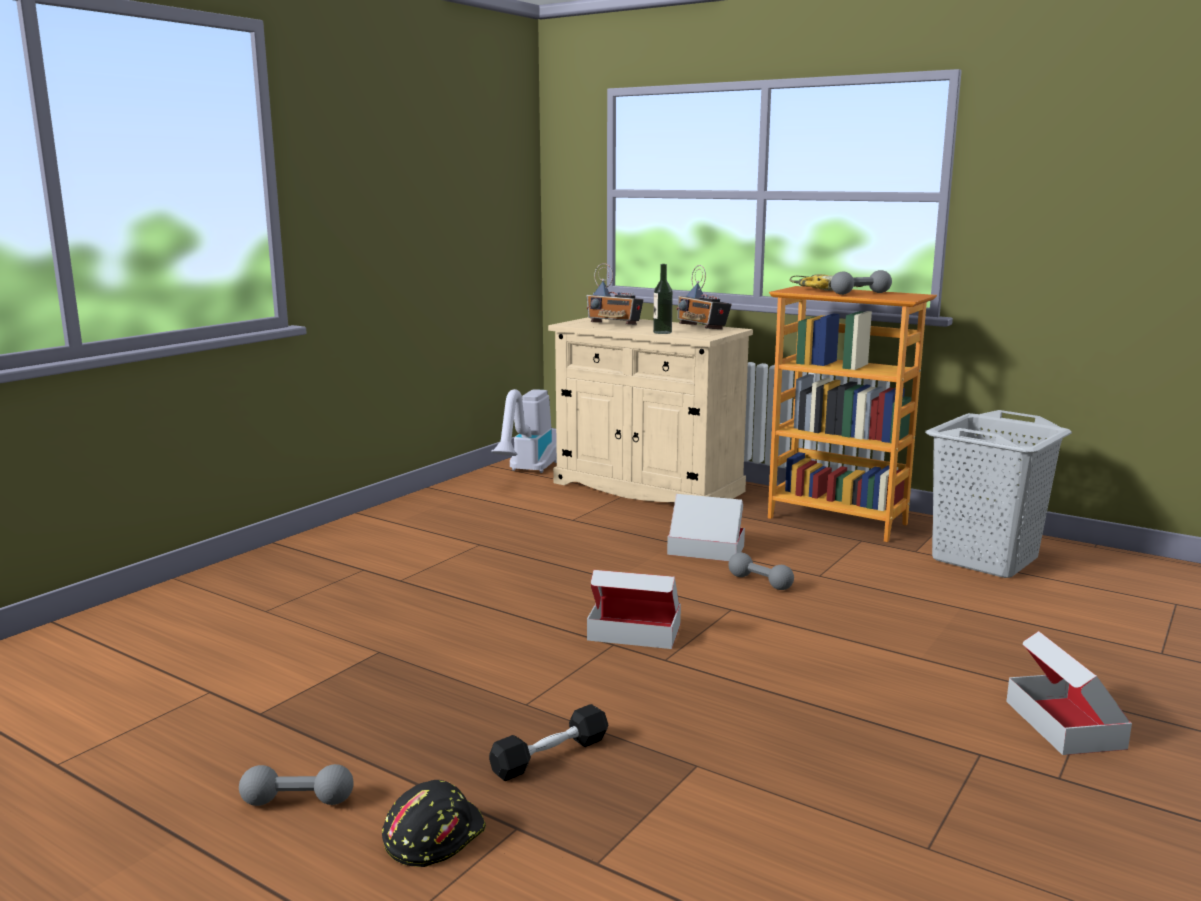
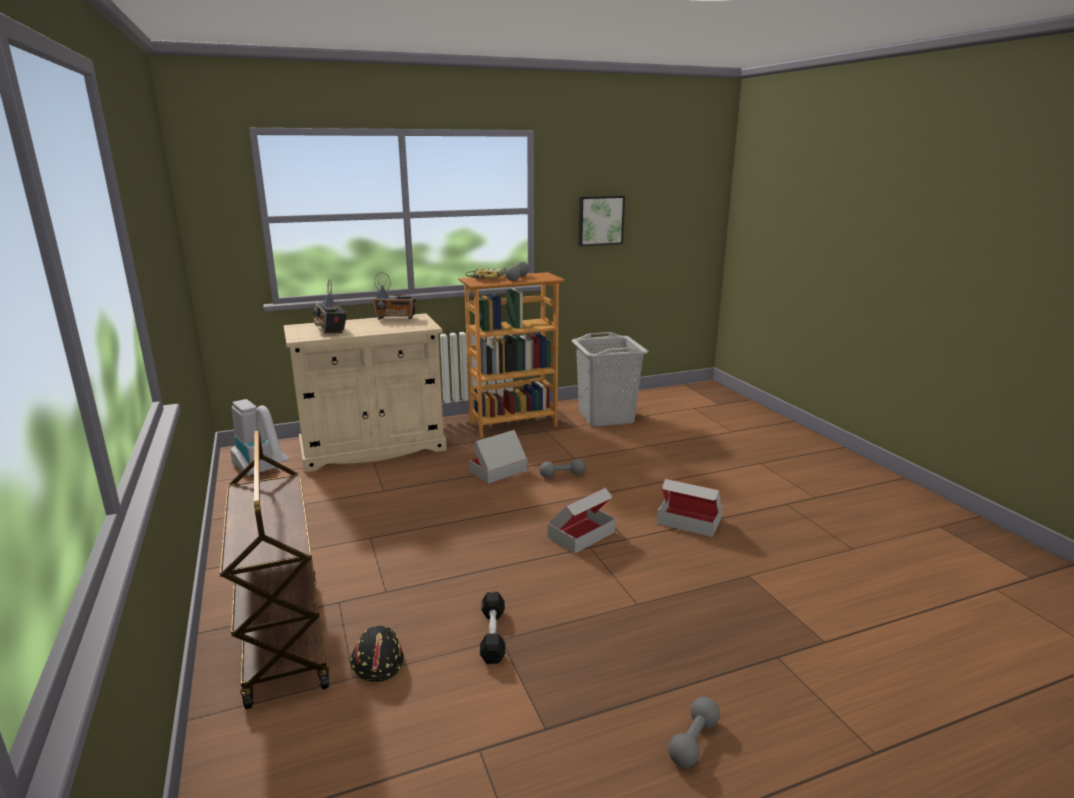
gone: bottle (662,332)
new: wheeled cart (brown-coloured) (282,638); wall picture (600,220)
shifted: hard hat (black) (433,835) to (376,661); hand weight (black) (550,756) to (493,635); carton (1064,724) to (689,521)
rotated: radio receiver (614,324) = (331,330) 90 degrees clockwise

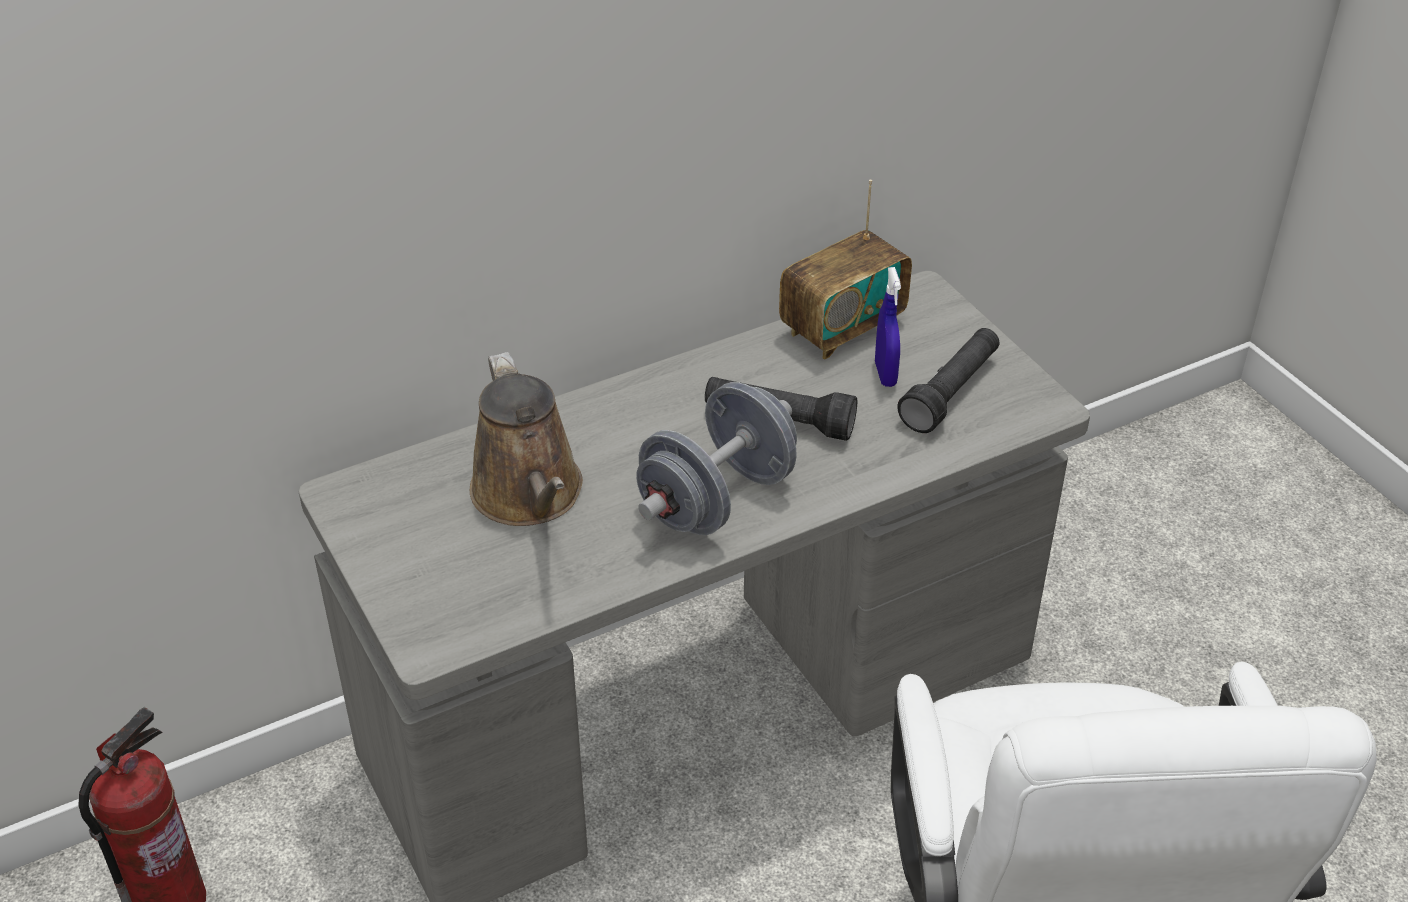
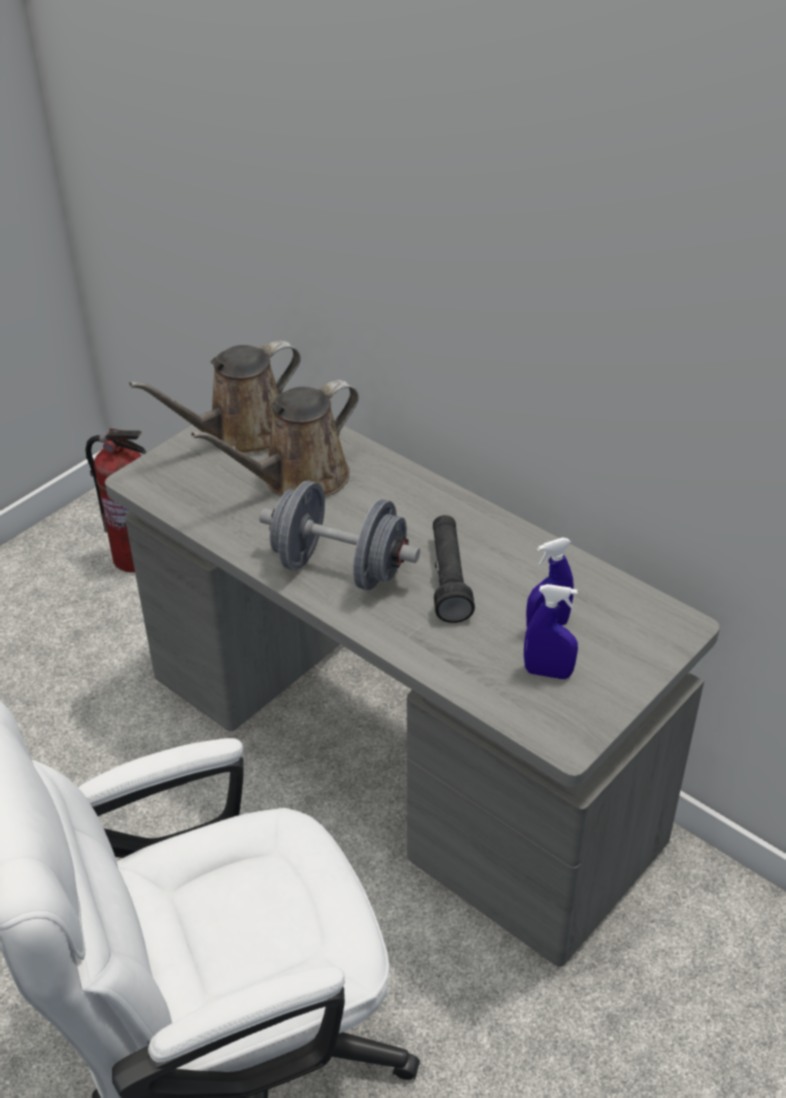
gone: radio receiver (842,327)
new: watering can (brown-coloured) (241,435)
swapped: torch (black) (951,392) to spray bottle (blue) (548,672)

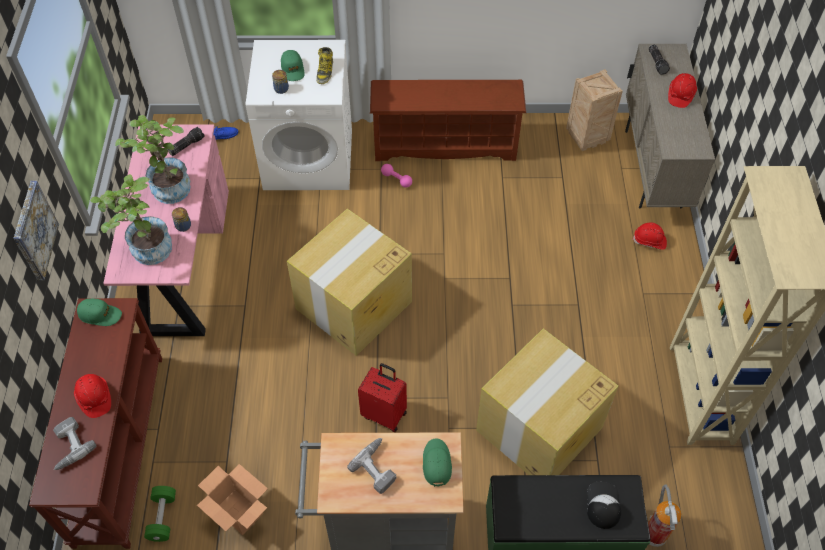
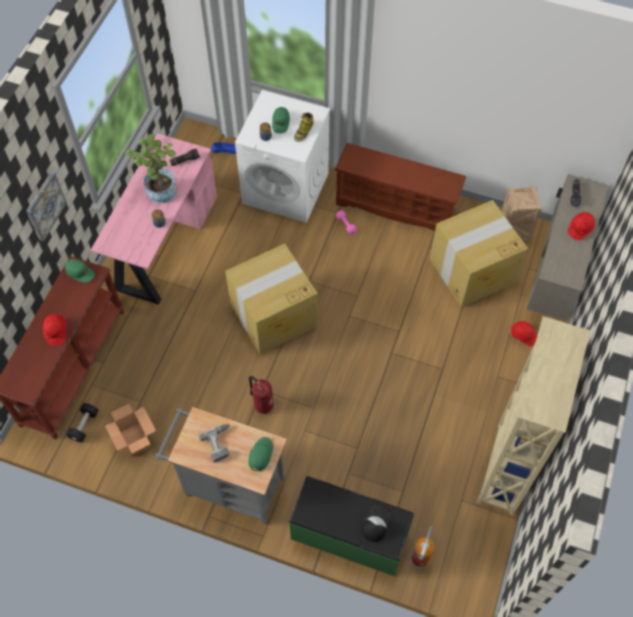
gone: electric drill (68,446); potted plant (145,249)
shifted: carton (538,430) to (471,271)
swapped: piece of luggage (reddish) (385,414) to fire extinguisher (263,404)
repainted: hand weight (green) (162,517) to hand weight (black) (84,425)

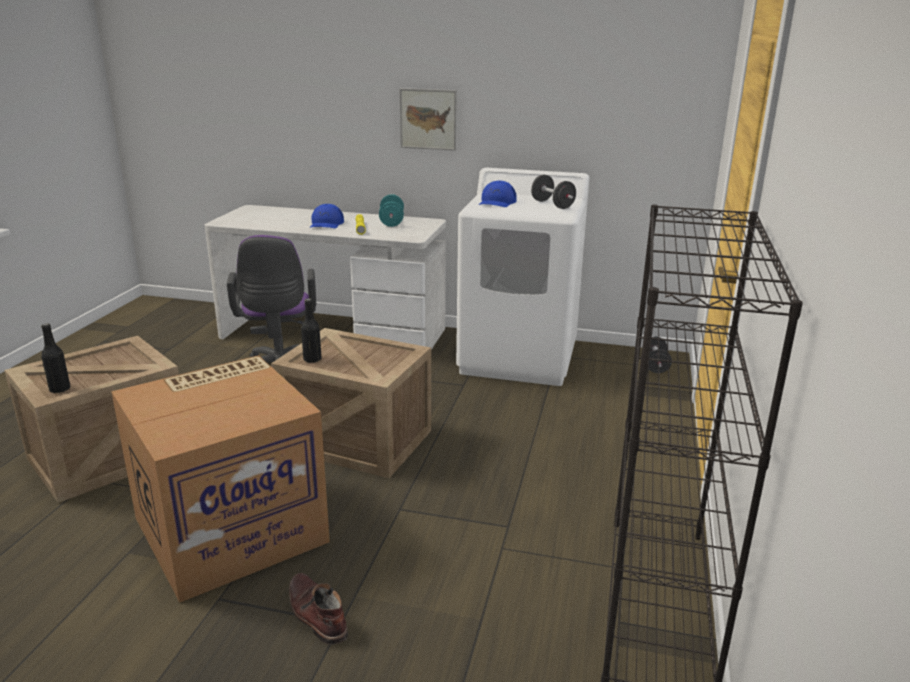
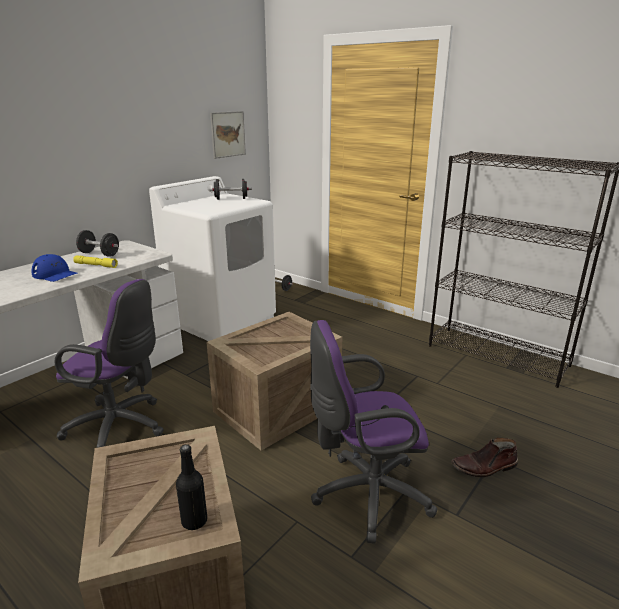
gone: bottle (black) (312,359); peaked cap (blue) (497,202)
shifted: wall picture (428,119) to (228,134)
swapped: carton (232,527) to office chair (purplish) (365,495)
repainted: hand weight (turquoise-coloured) (391,222) to hand weight (black) (99,254)

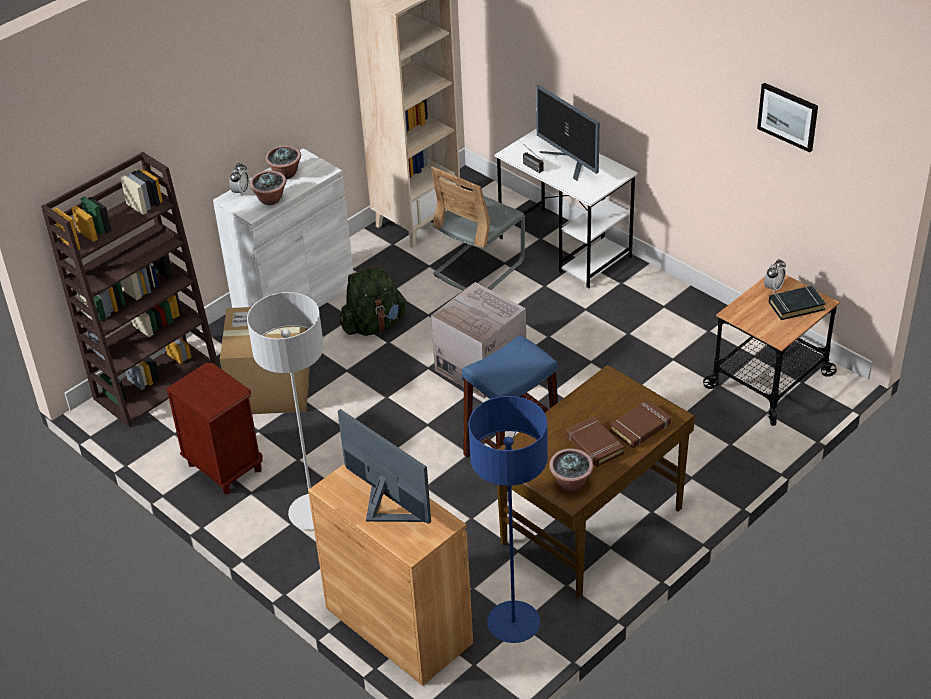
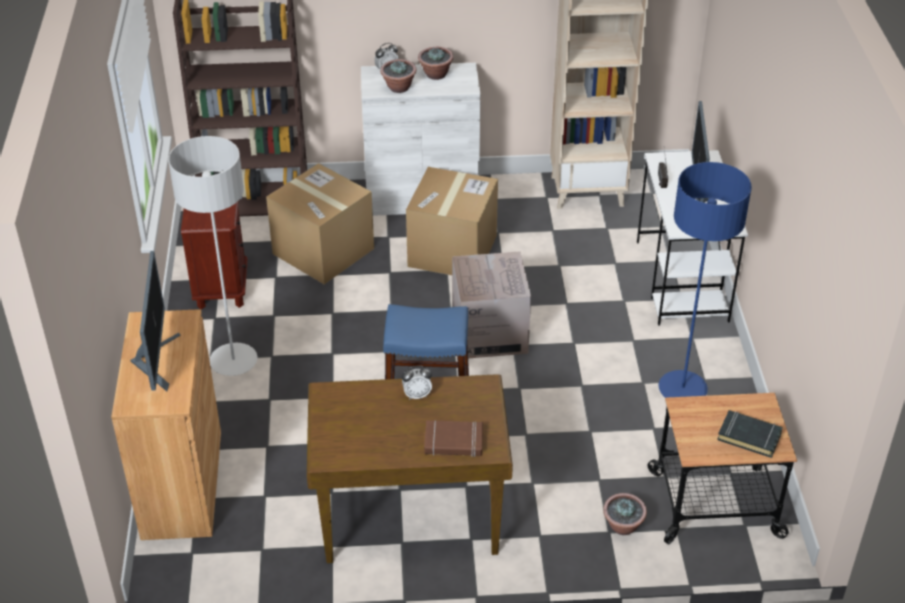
gone: plain chair (greyish) (479,268); volume (brown-coloured) (594,445); wall picture (788,116)
shifted: standing lamp (blue) (513,623) to (682,389); potted plant (571,483) to (623,527); table clock (773,287) to (417,395)
swapped: rucksack (green) (374,325) to carton (452,251)

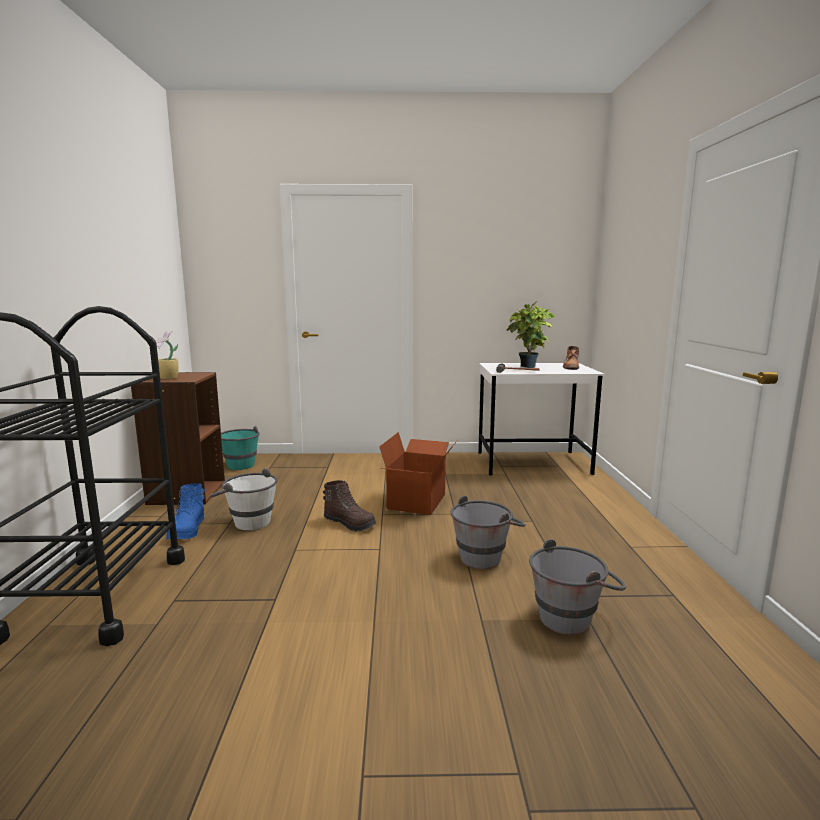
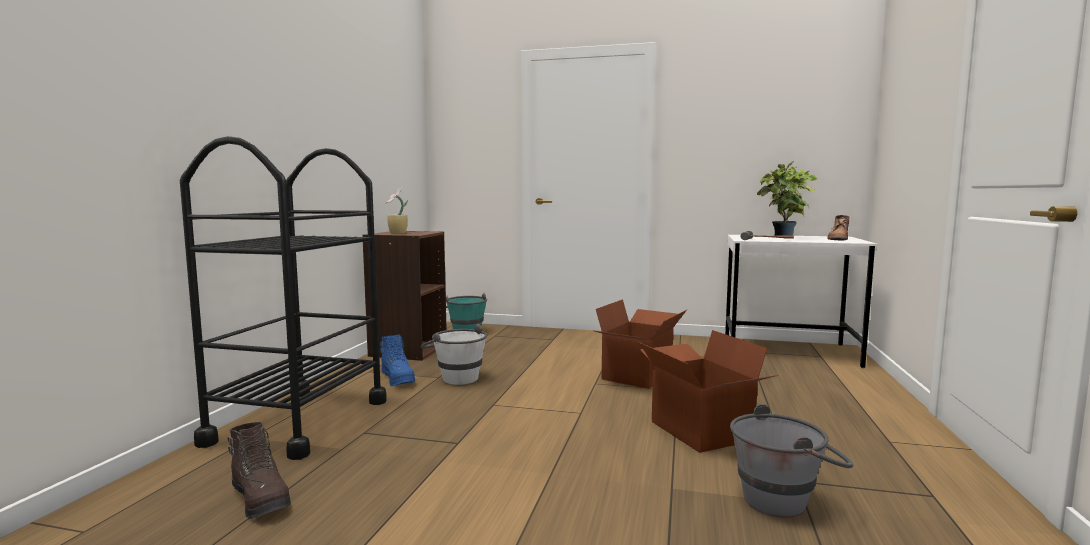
shifted: tall boot (brown-coloured) (350,523) to (261,499)
swapped: bucket (greyish) (486,556) to carton (699,431)
rotated: tall boot (blue) (188,530) = (398,379) 45 degrees counterclockwise

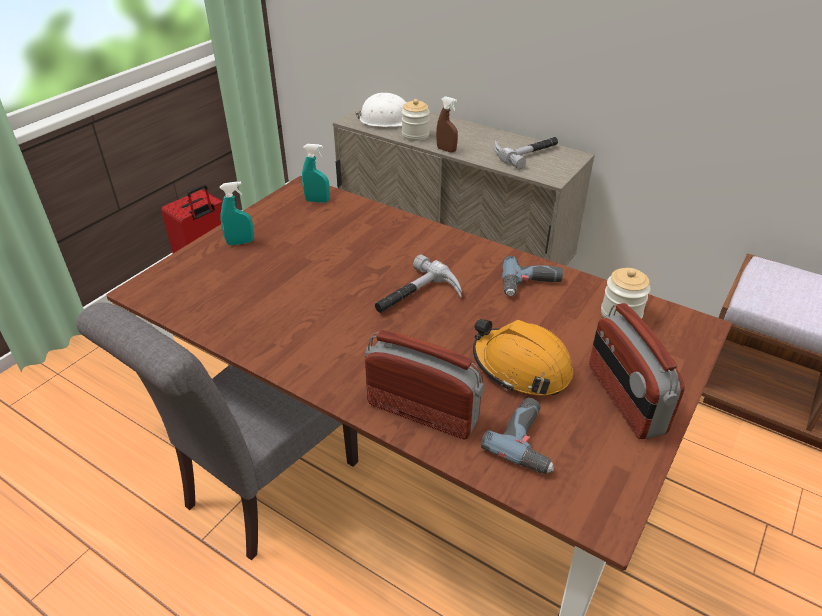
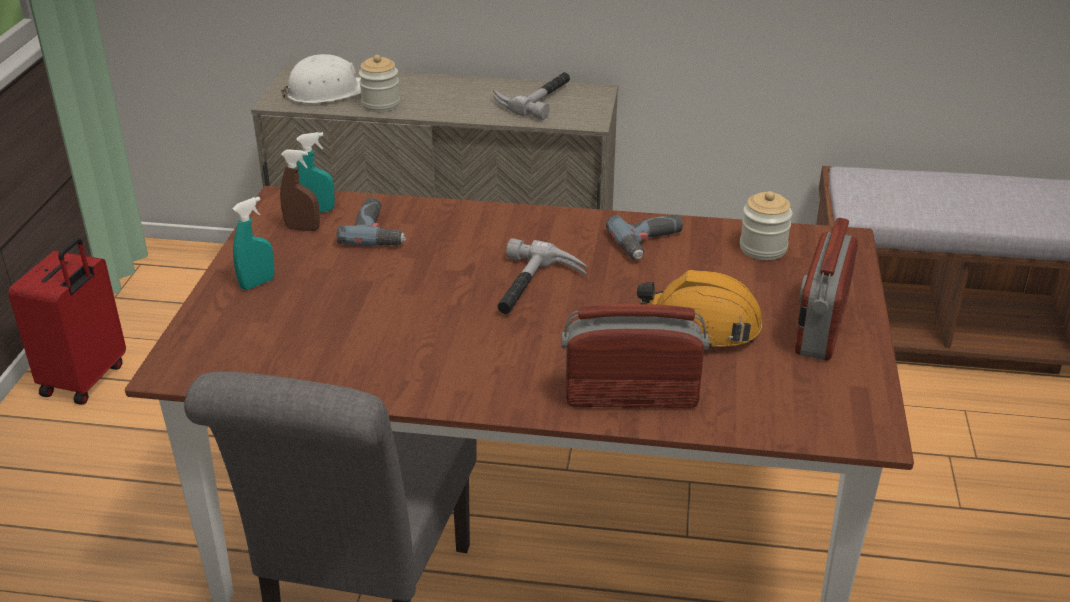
shifted: spray bottle (brown-coloured) (446,150) to (302,229); electric drill (528,441) to (378,231)
rotated: radio receiver (624,399) = (820,326) 60 degrees clockwise

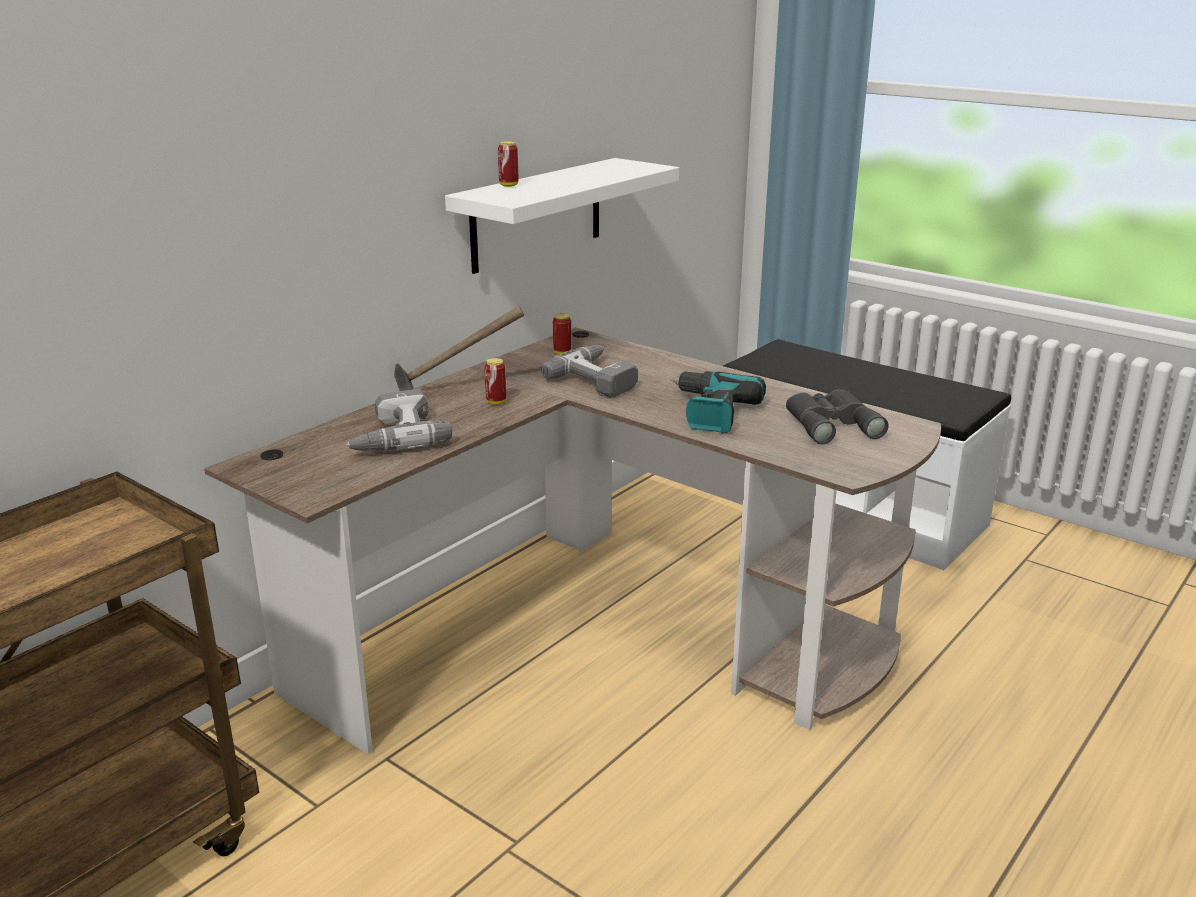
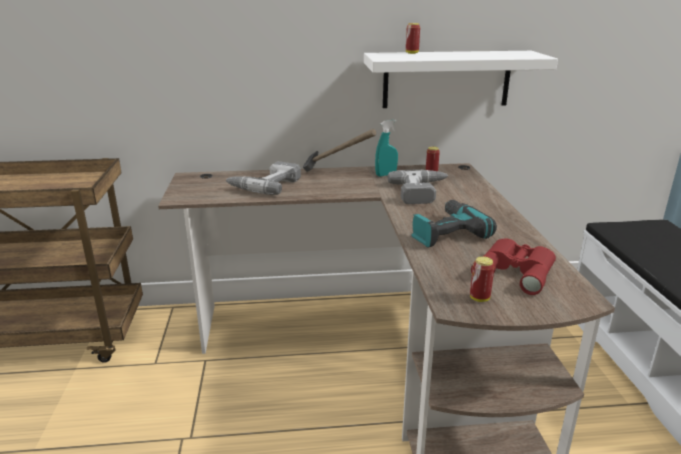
new: spray bottle (turquoise-coloured) (386,175)
shifted: can (496,402) to (479,298)
repainted: pair of binoculars (greyish) (831,423) to pair of binoculars (reddish) (516,271)

